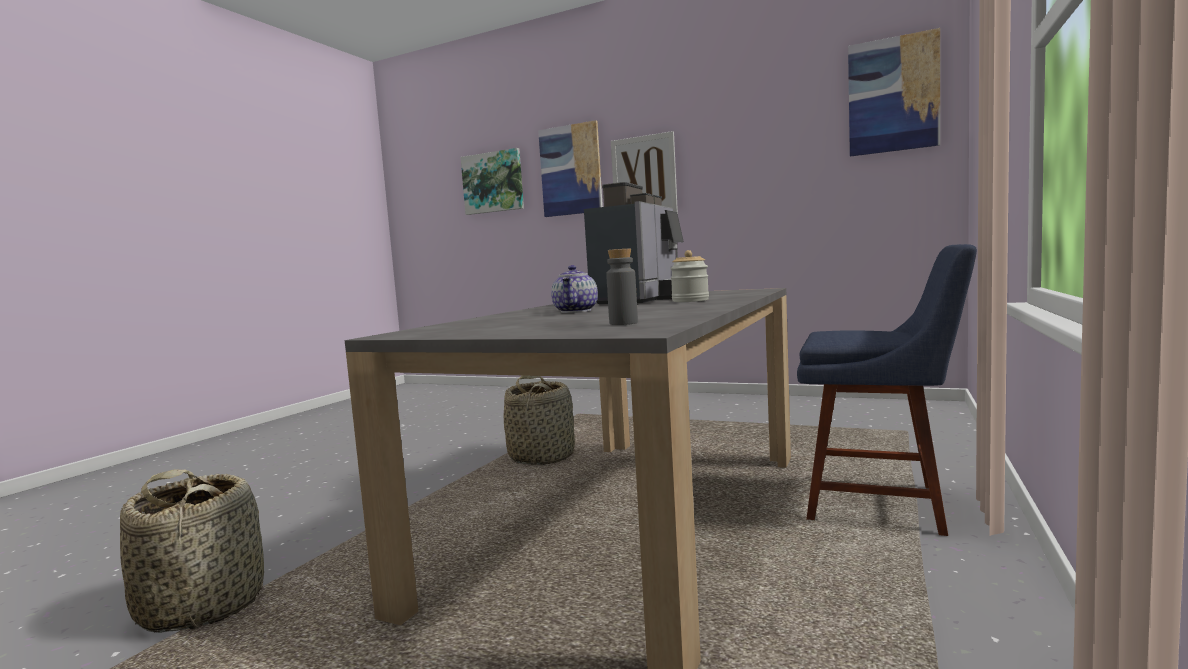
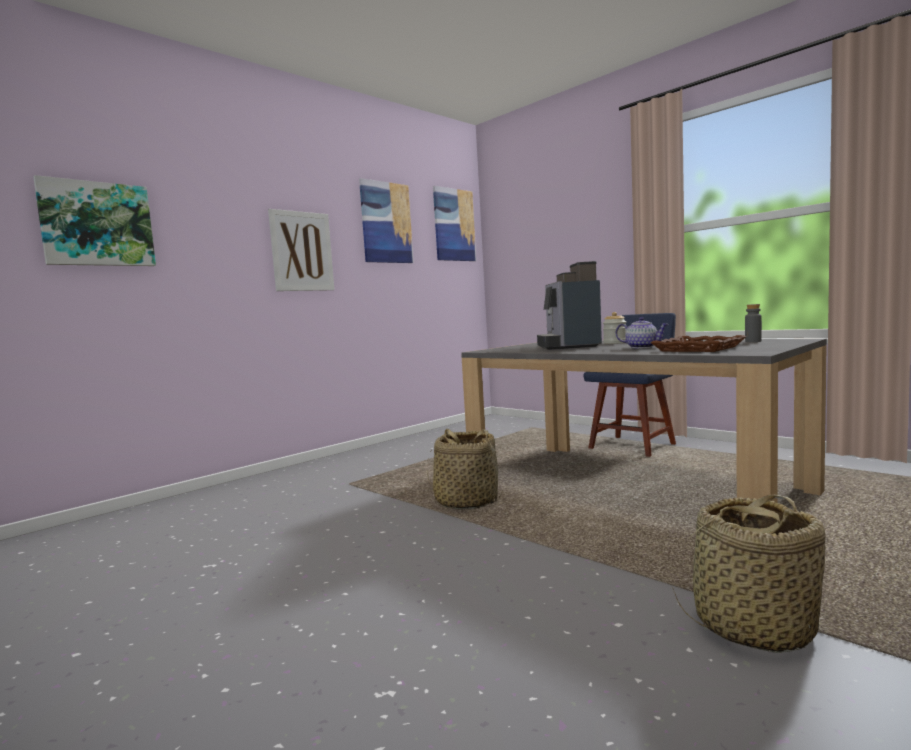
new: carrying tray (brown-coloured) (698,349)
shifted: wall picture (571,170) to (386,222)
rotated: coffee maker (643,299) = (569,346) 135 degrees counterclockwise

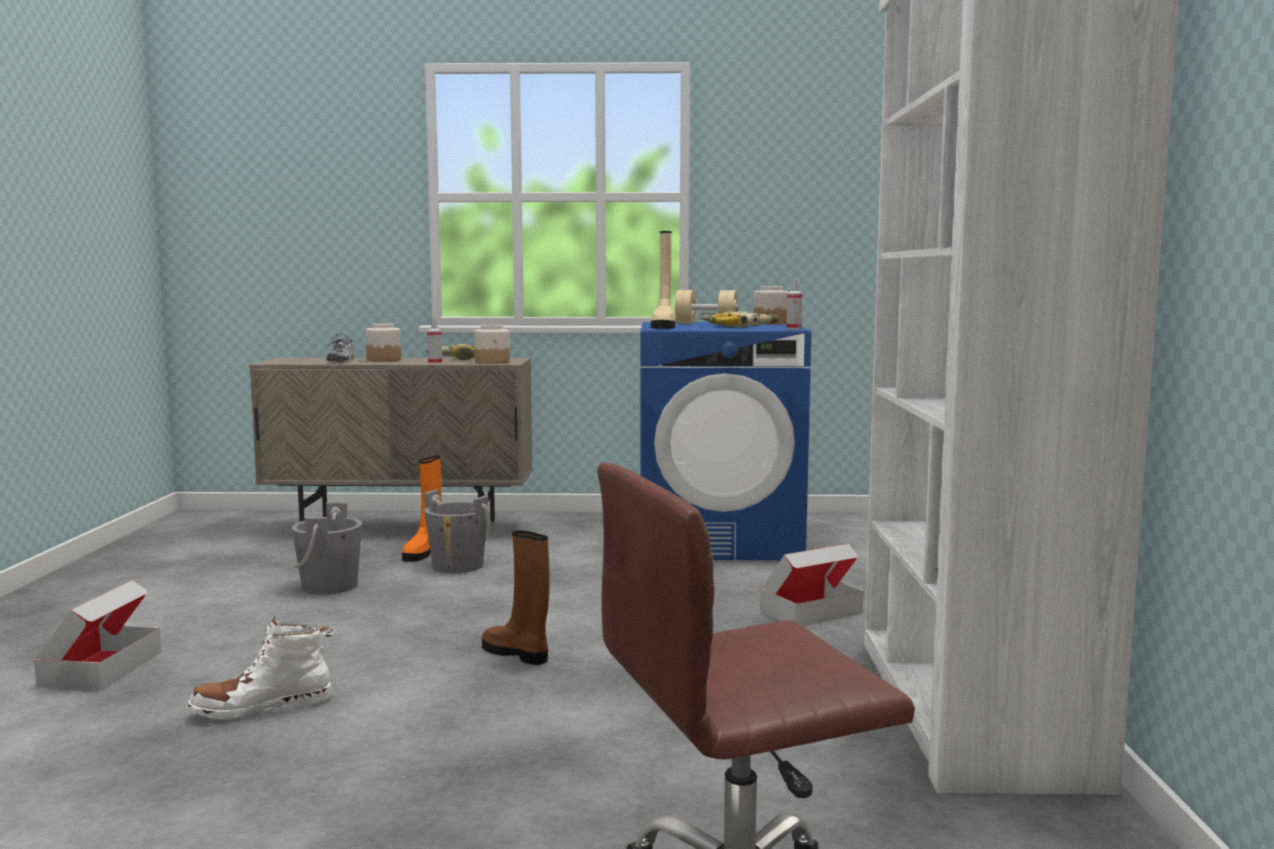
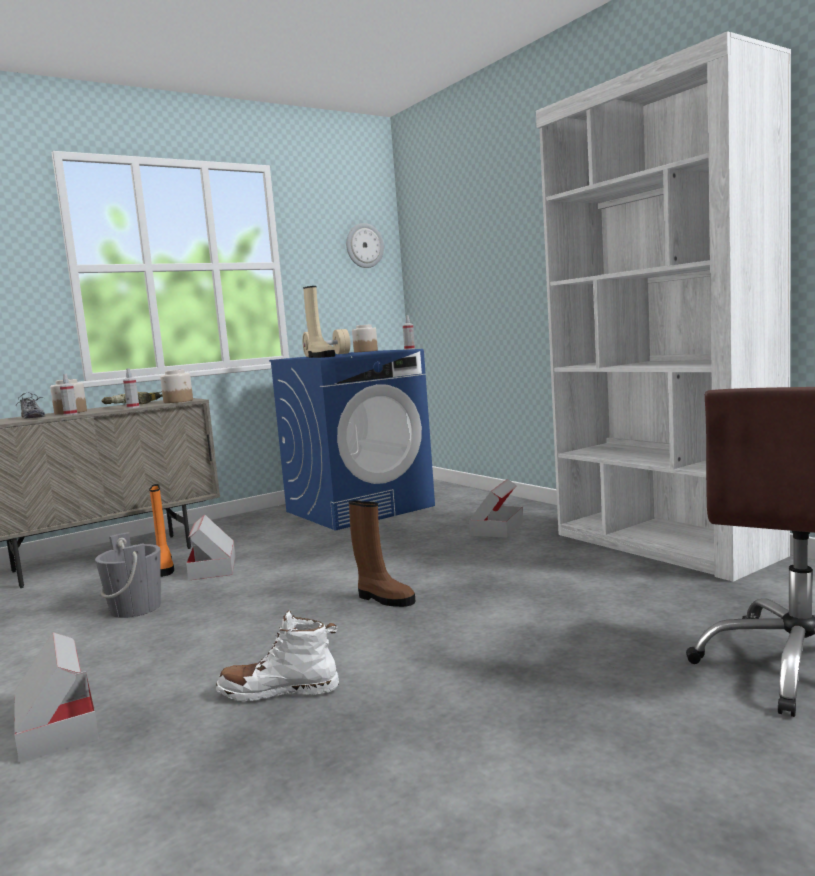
gone: electric drill (739,327)
new: spray bottle (70,414); wall clock (364,245)
swapped: bucket (greyish) (457,566) to carton (213,567)
rotated: tall boot (white-coloured) (262,707) = (279,691) 60 degrees clockwise; tall boot (brown-coloured) (517,654) = (384,599) 150 degrees counterclockwise

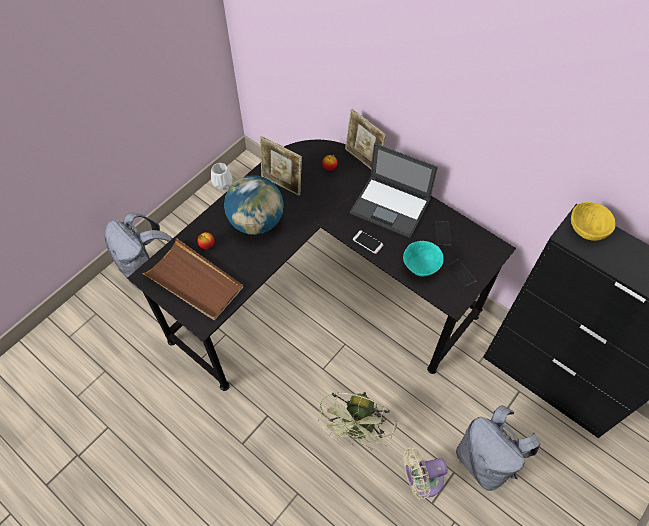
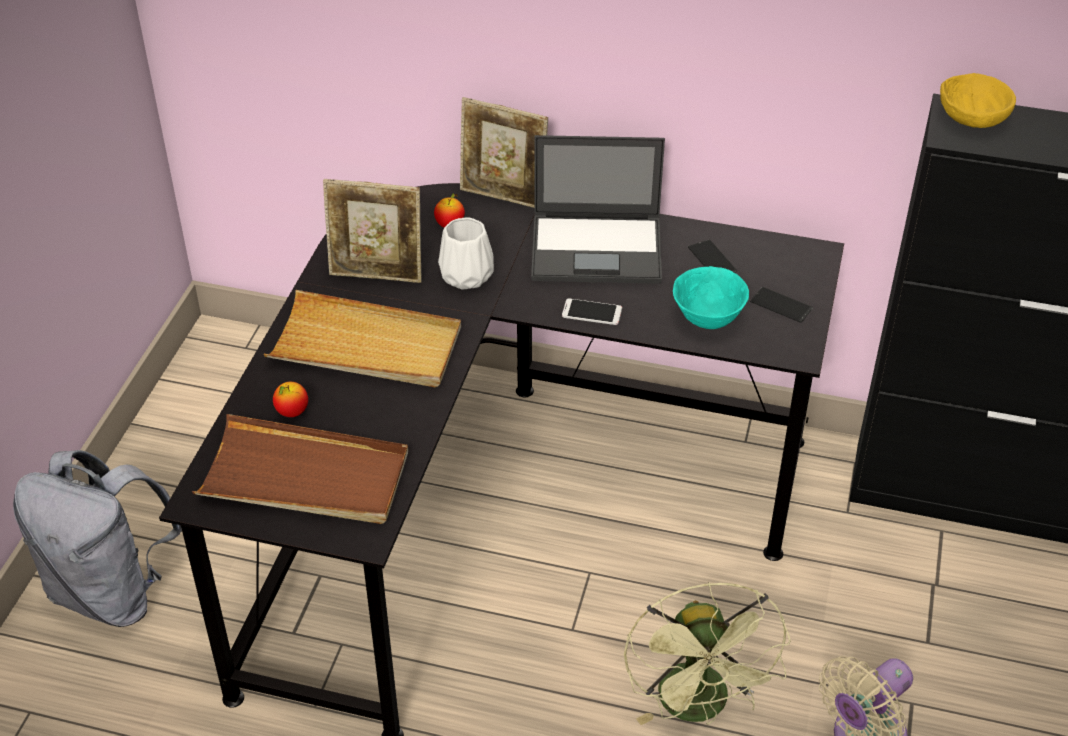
gone: rucksack (greyish) (485,459)
shifted: decorative vase (white-coloured) (223,183) to (467,275)
swapped: desk globe (256,222) to carrying tray (sand-coloured) (366,346)

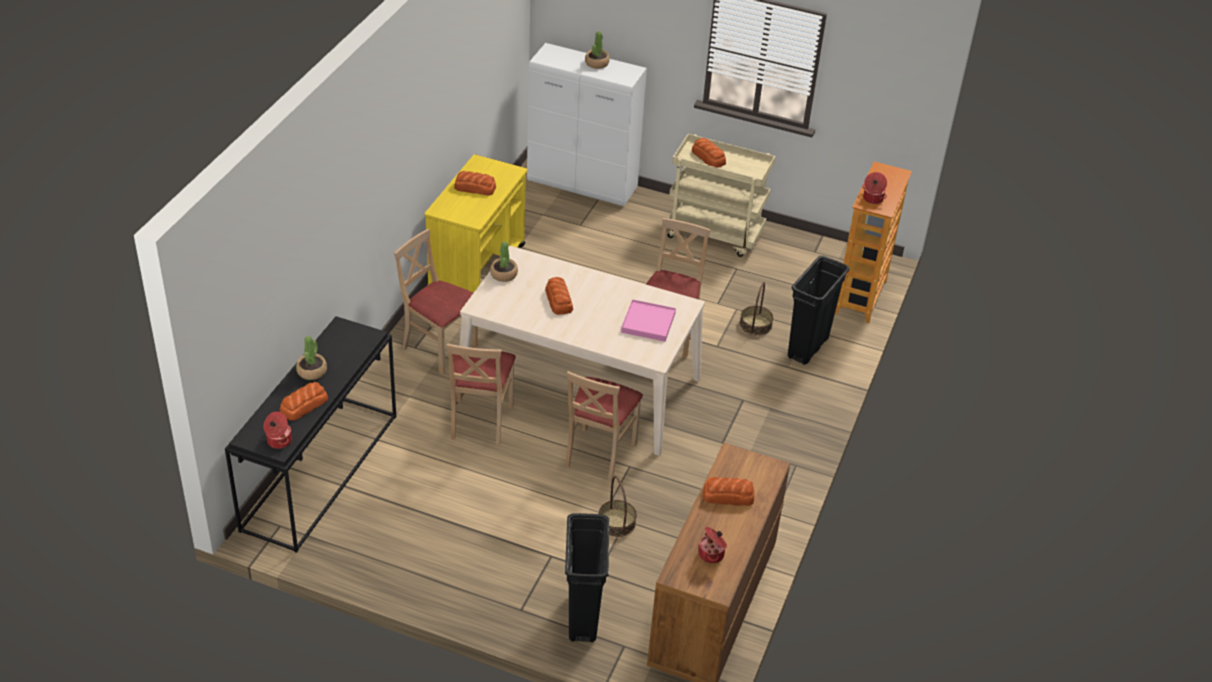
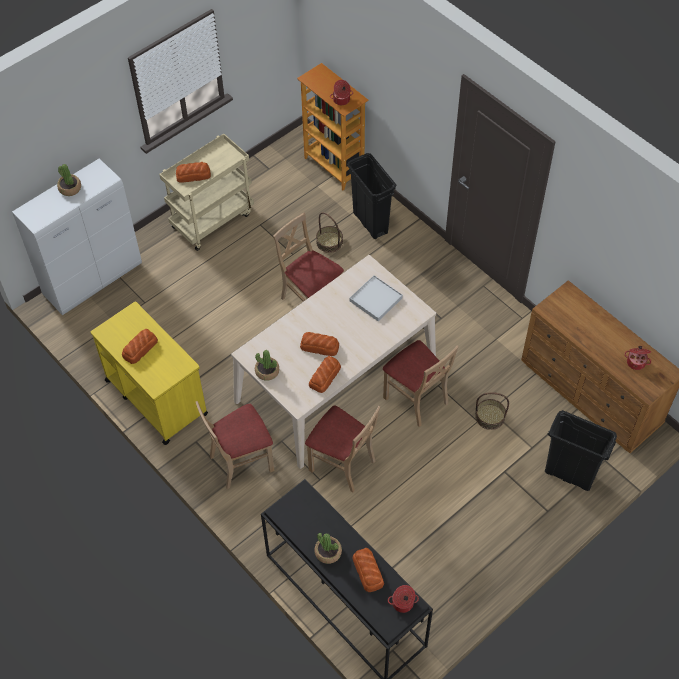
shifted: bread (729,496) to (325,376)
repainted: carrying tray (pinkish) (648,323) to carrying tray (white-coloured) (376,299)

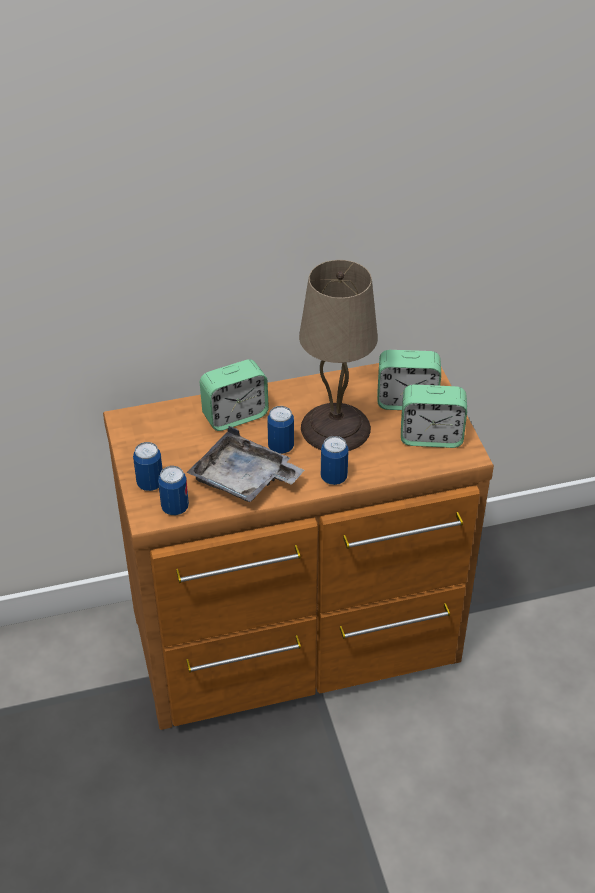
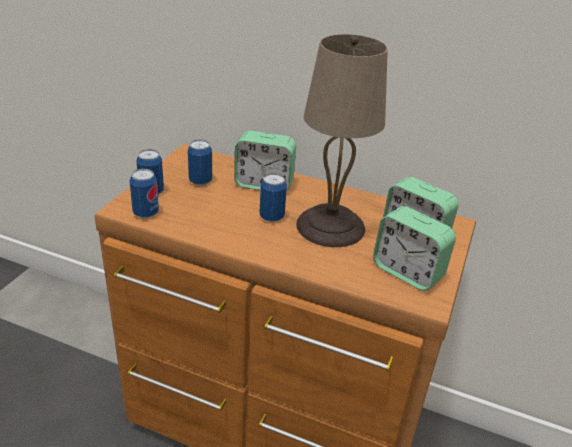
gone: carrying tray (greyish) (244,480)
shifted: can (333,477) to (200,181)

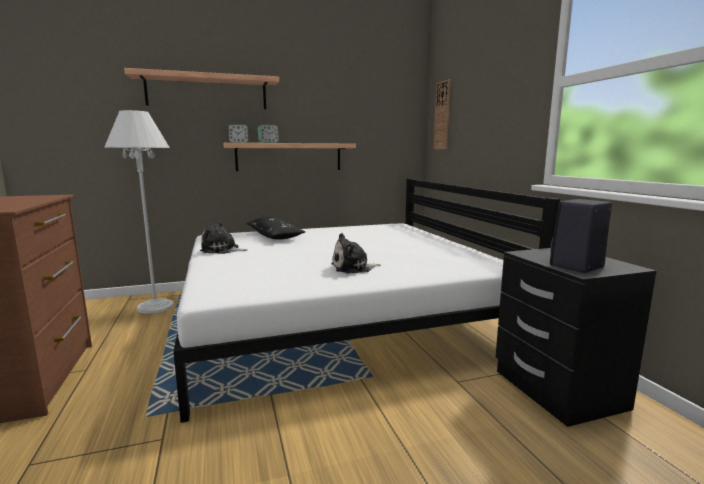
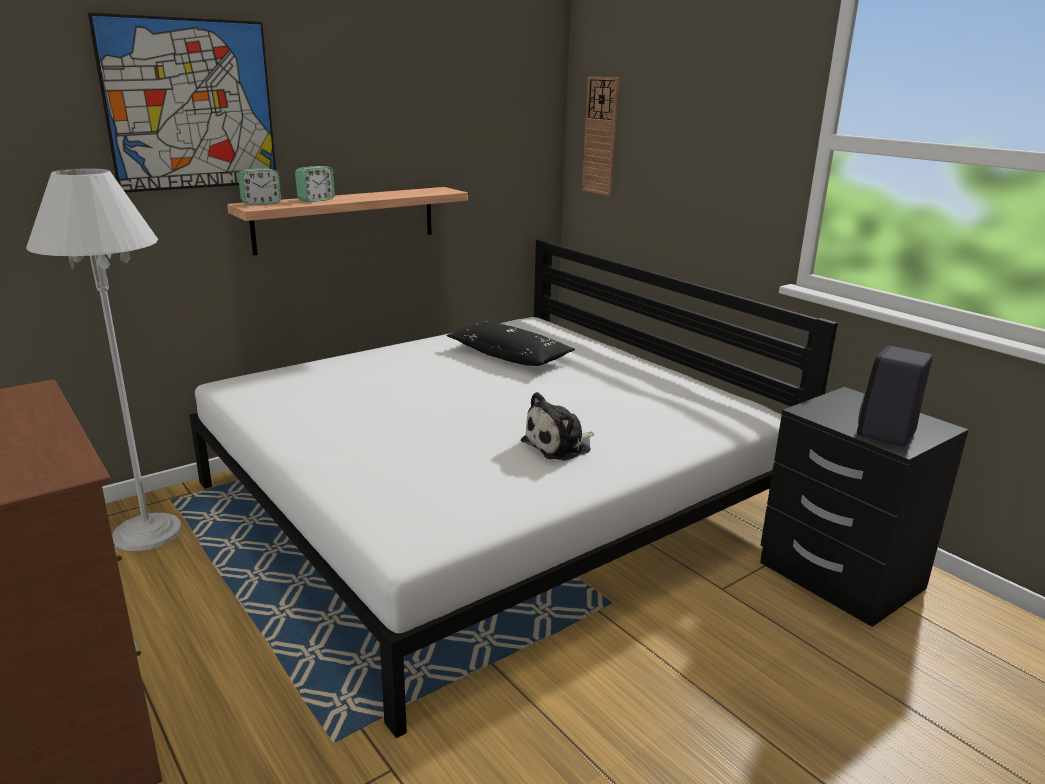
gone: soft toy (222,250)
shifted: throw pillow (black) (275,236) to (510,356)
swapped: wall shelf (207,92) to wall picture (191,105)

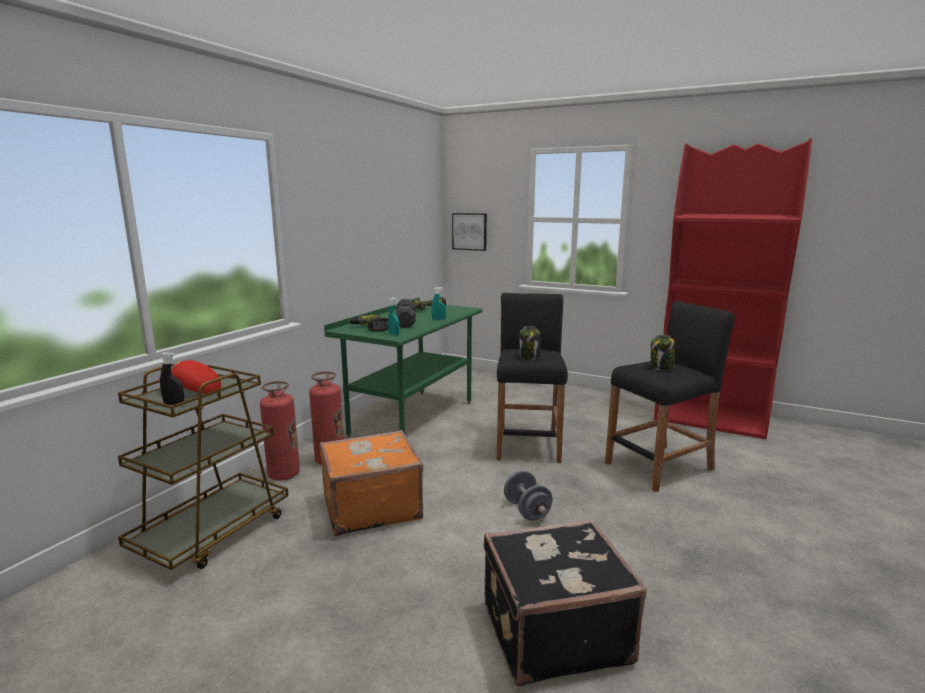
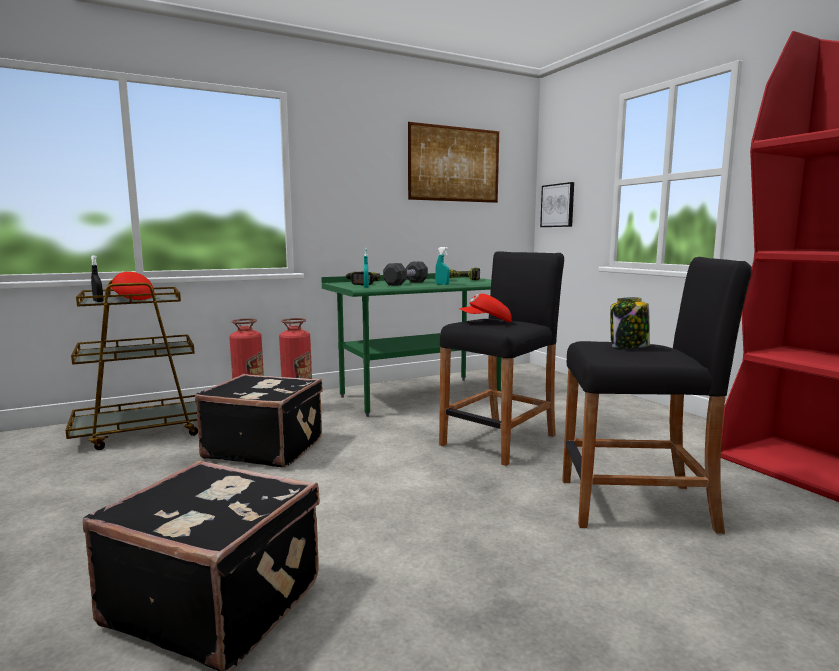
gone: hand weight (greyish) (527,510)
new: wall picture (454,164)
swapped: jar (530,356) to peaked cap (reddish) (486,322)
repainted: piece of luggage (orange) (370,507) to piece of luggage (black) (265,448)

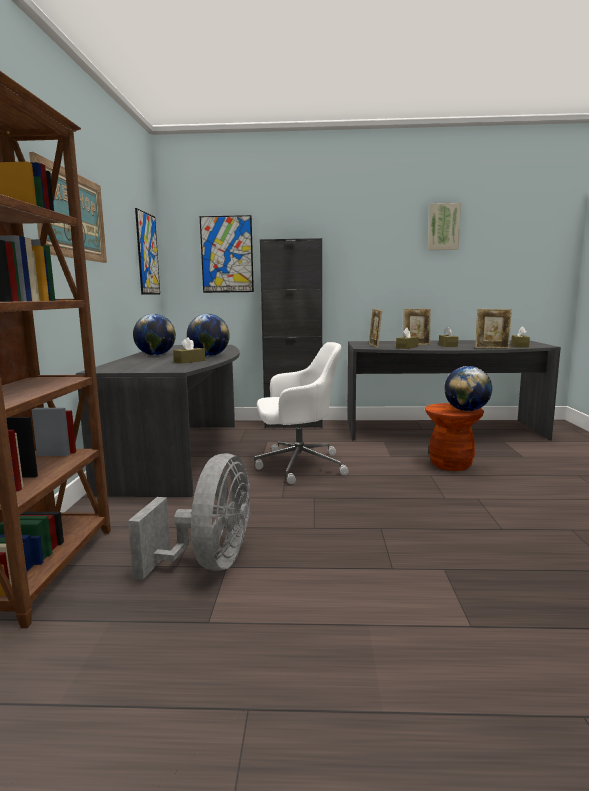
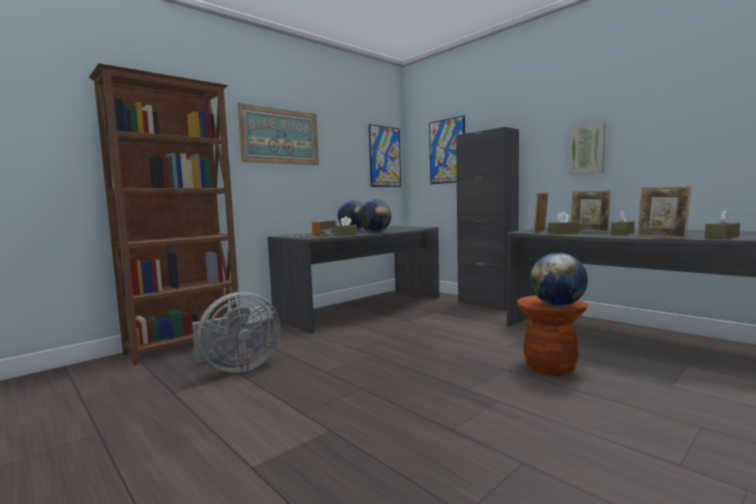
gone: office chair (white-coloured) (298,465)
new: radio receiver (309,235)
shifted: wall picture (443,227) to (587,150)

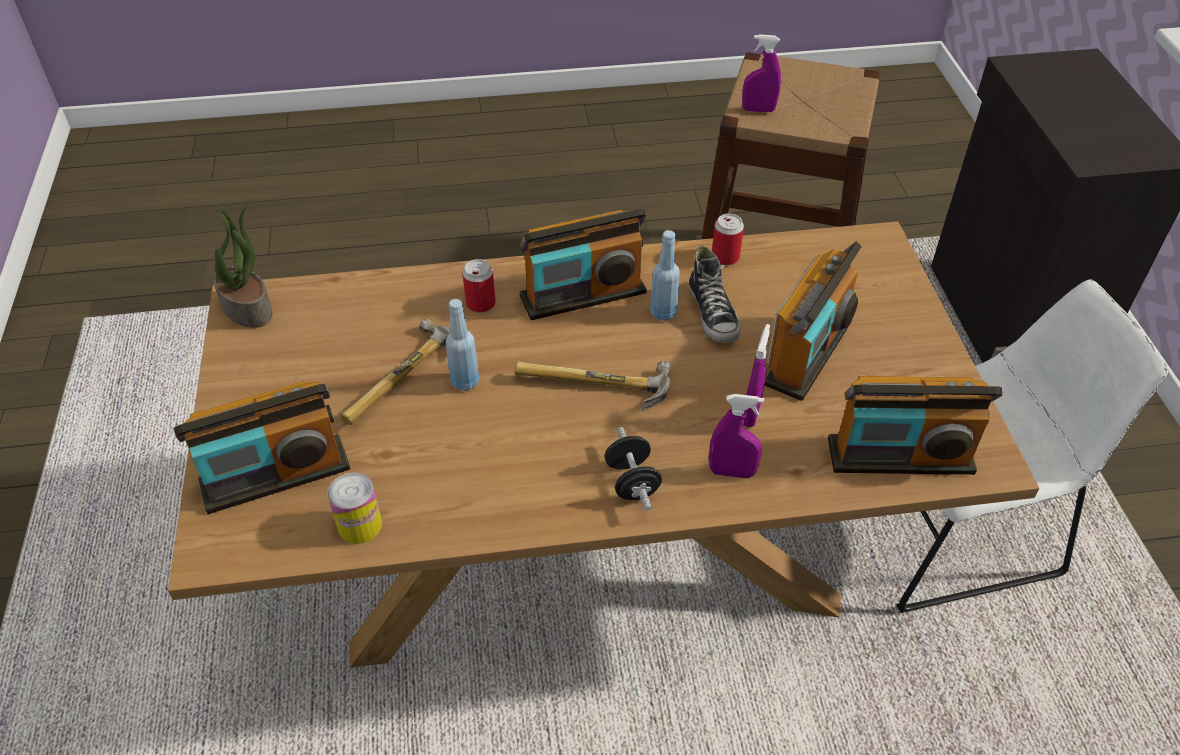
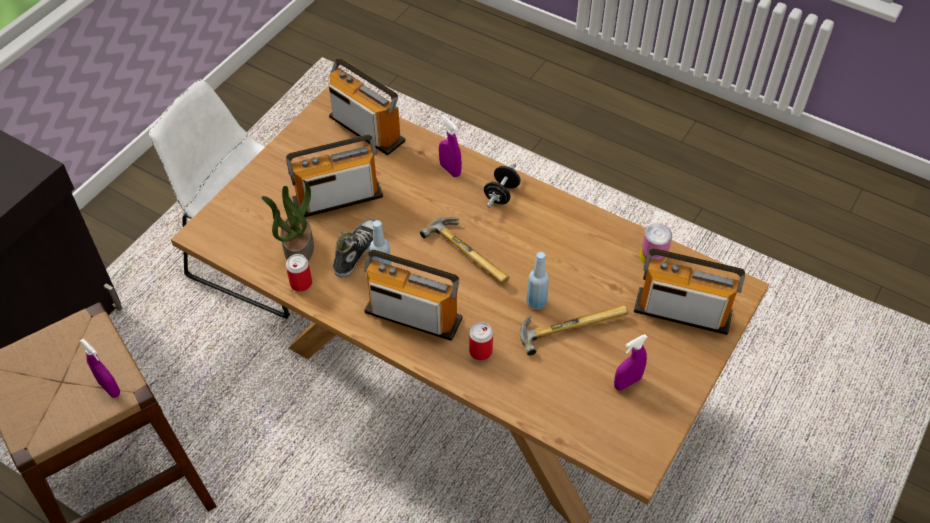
shifted: potted plant (248,308) to (298,247); spray bottle (purplish) (751,413) to (627,382)

